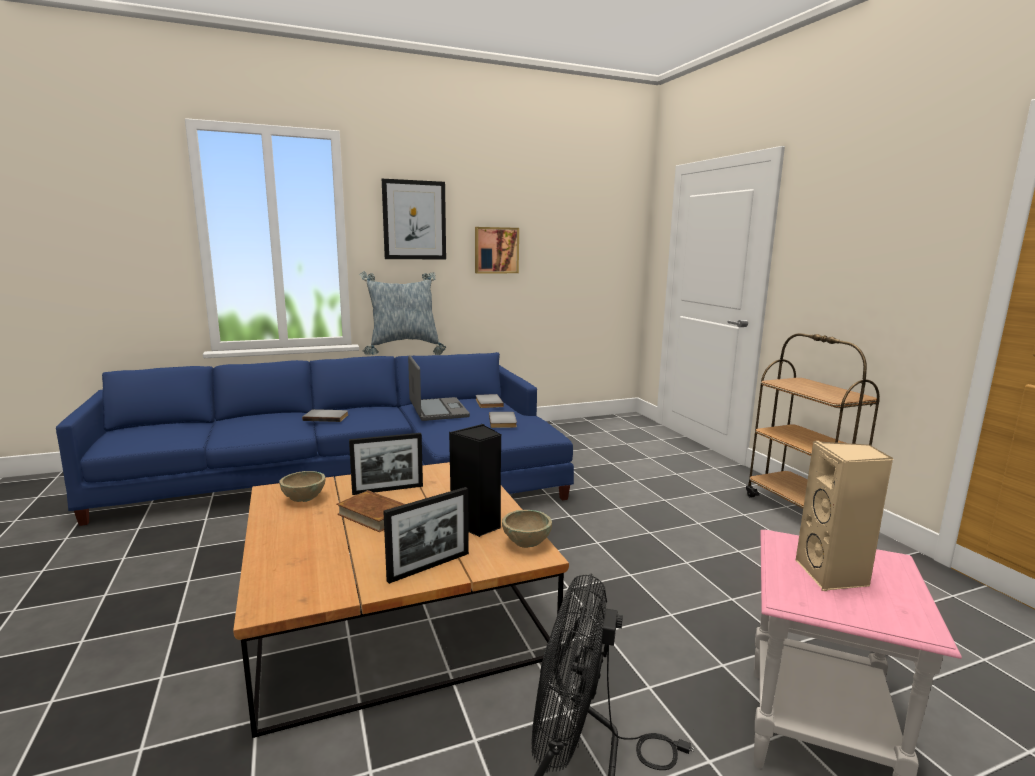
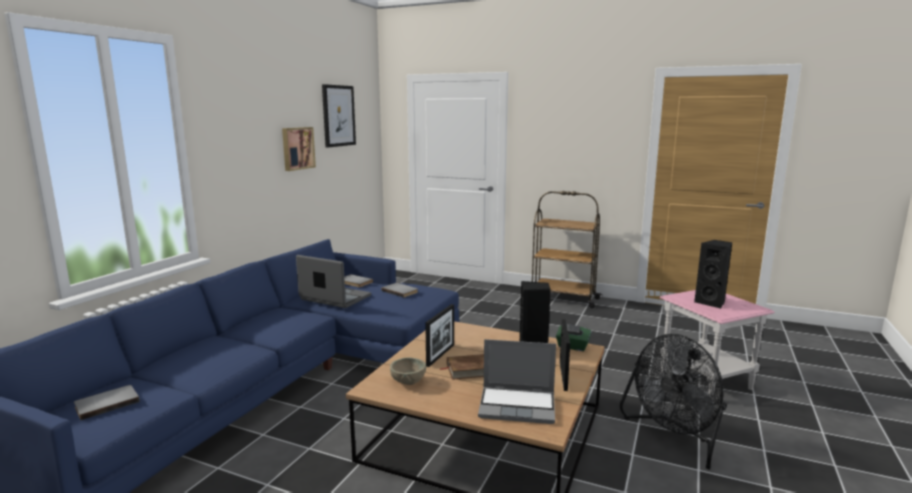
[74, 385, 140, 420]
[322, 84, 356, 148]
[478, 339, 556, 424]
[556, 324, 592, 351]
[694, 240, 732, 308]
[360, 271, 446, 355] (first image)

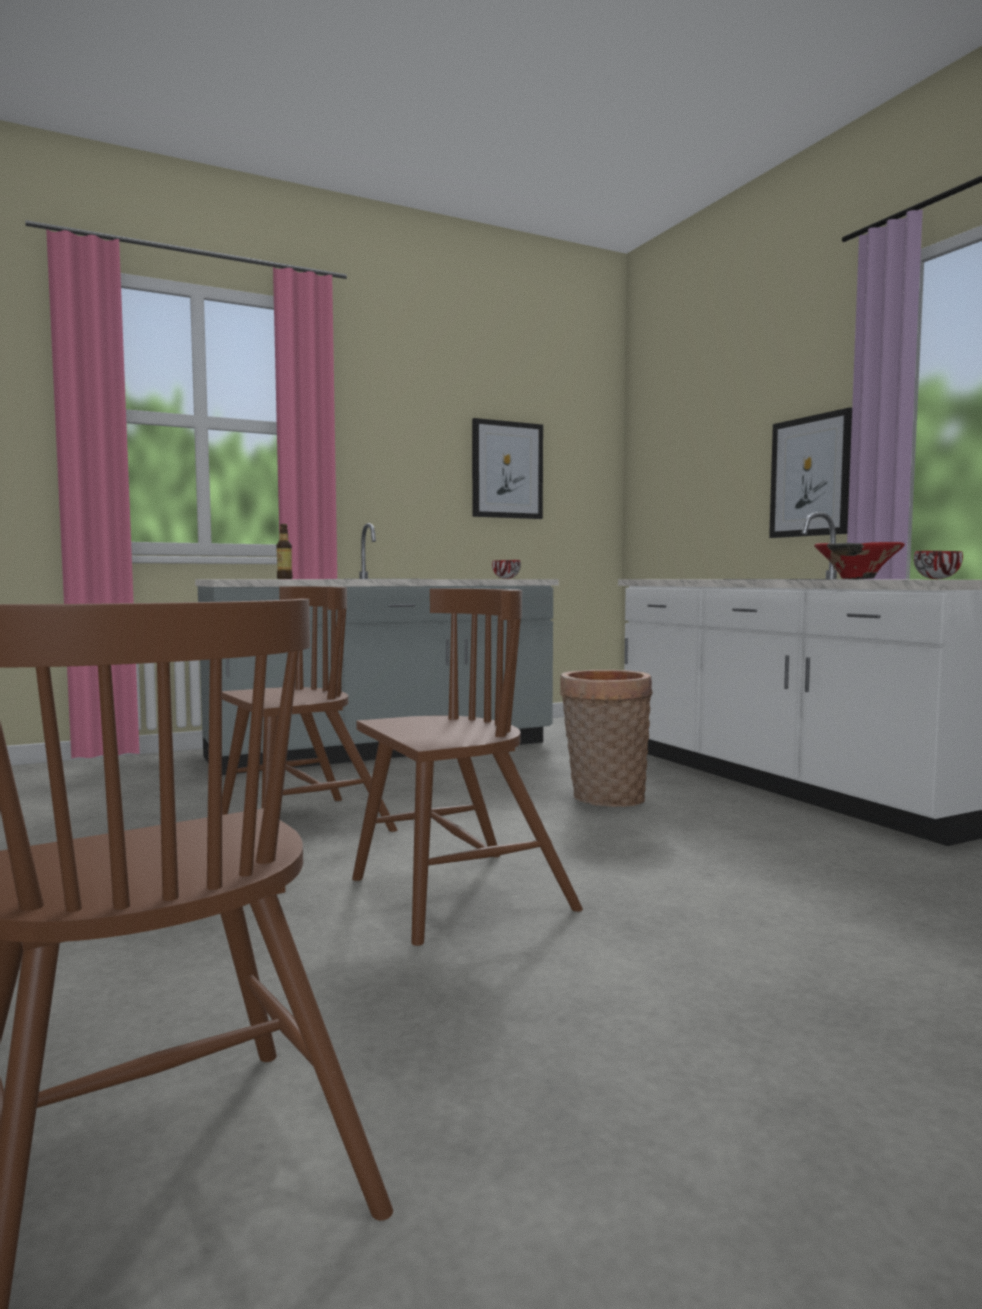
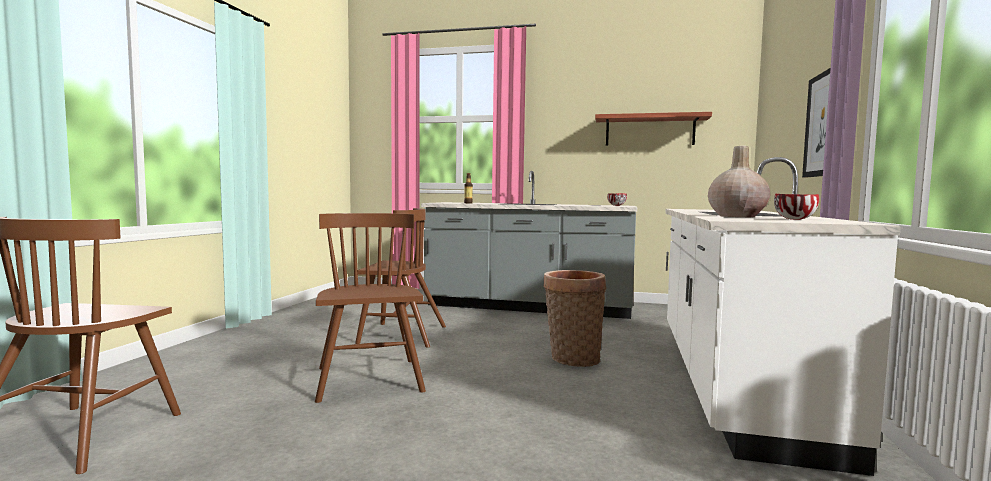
[315, 213, 426, 403]
[595, 112, 712, 146]
[708, 146, 770, 217]

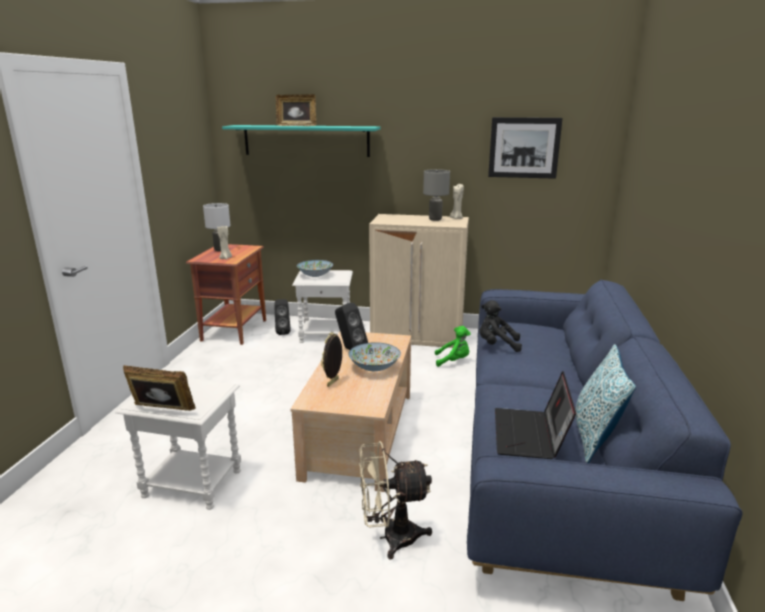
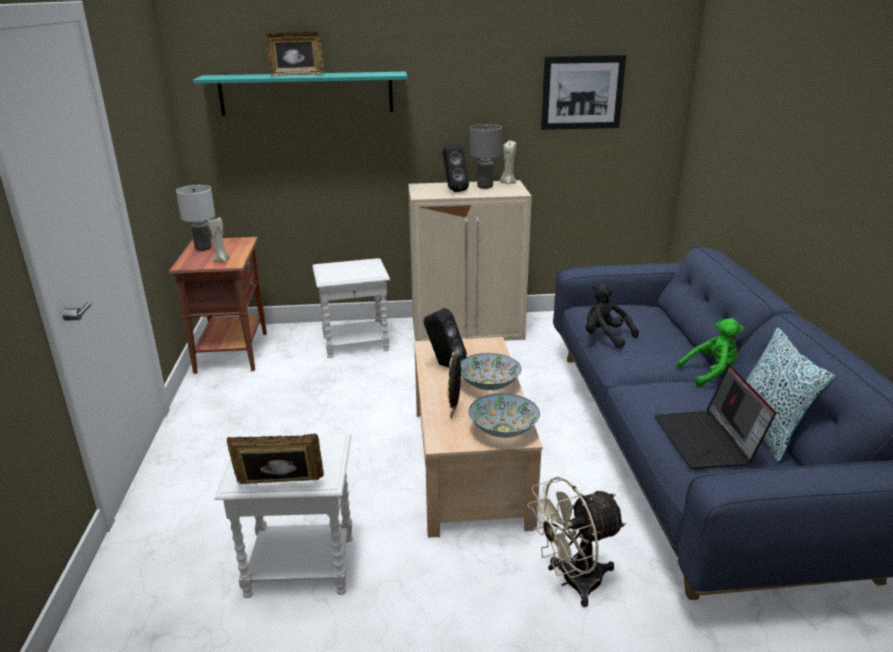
[443, 142, 469, 192]
[469, 394, 540, 438]
[585, 283, 639, 348]
[677, 318, 744, 387]

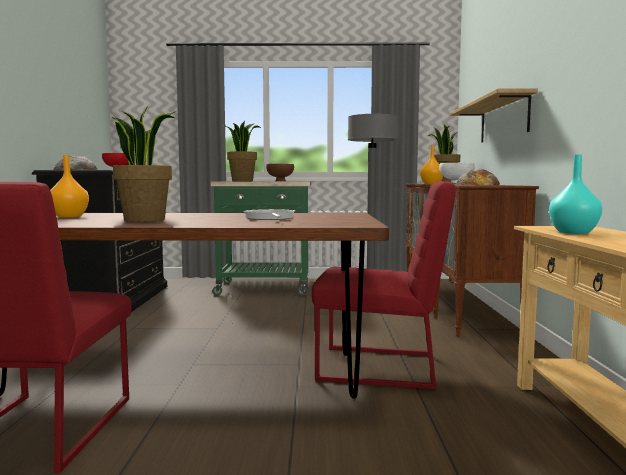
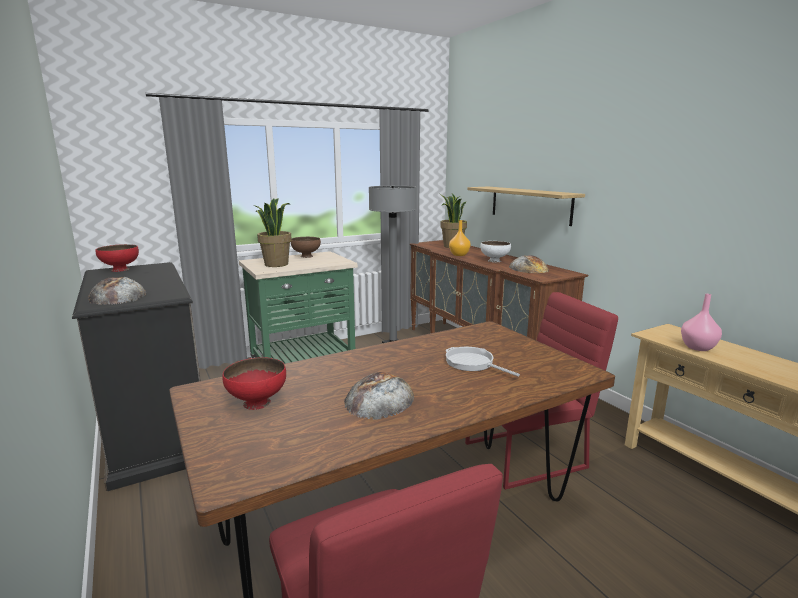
[222, 357, 286, 410]
[344, 372, 414, 420]
[681, 294, 722, 351]

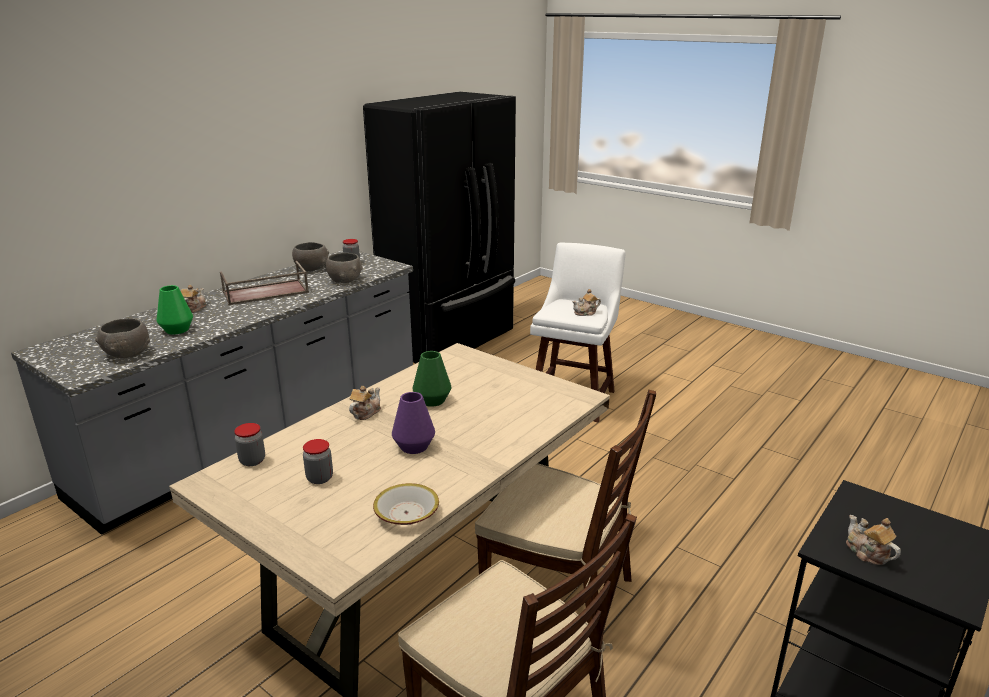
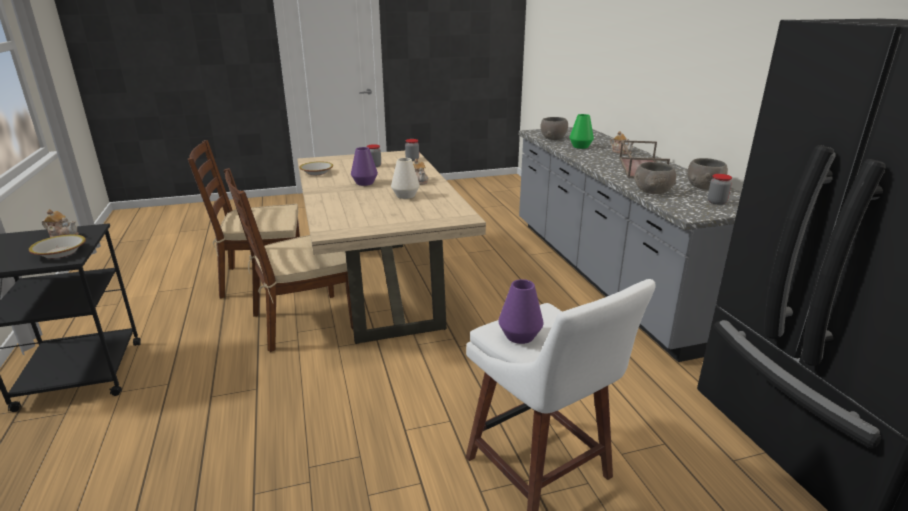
[29, 234, 86, 259]
[391, 158, 420, 199]
[498, 279, 543, 344]

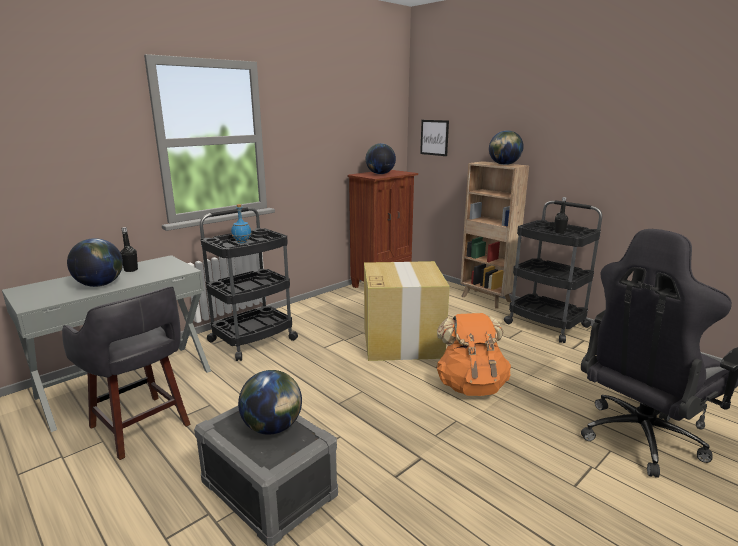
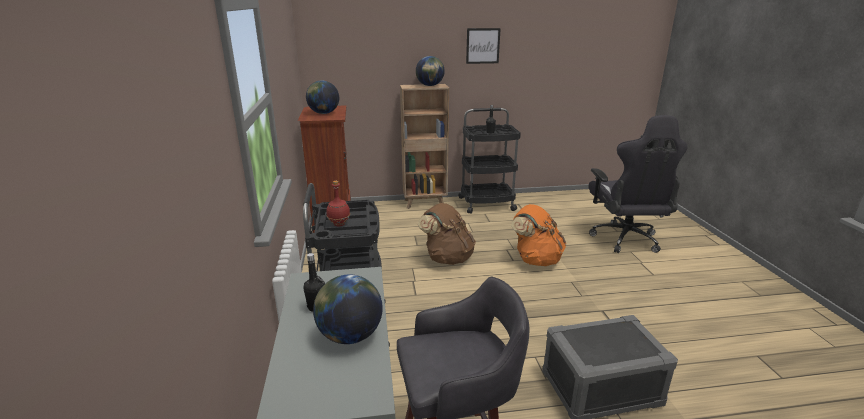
[326, 181, 350, 226]
[418, 203, 476, 265]
[466, 28, 501, 64]
[238, 370, 302, 435] (first image)

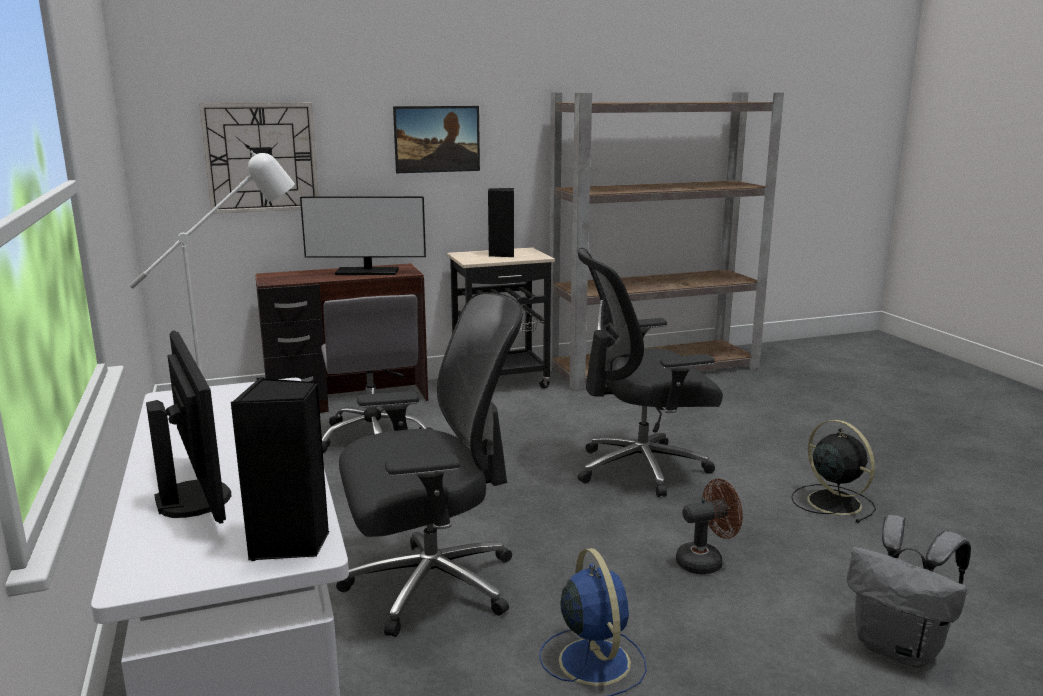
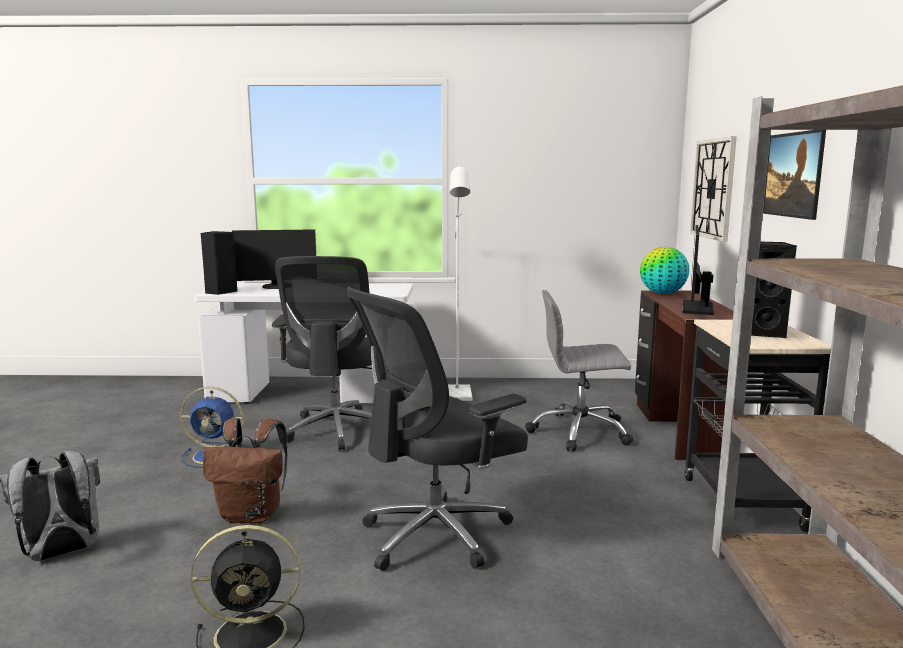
[203, 418, 287, 523]
[347, 286, 528, 571]
[640, 247, 689, 294]

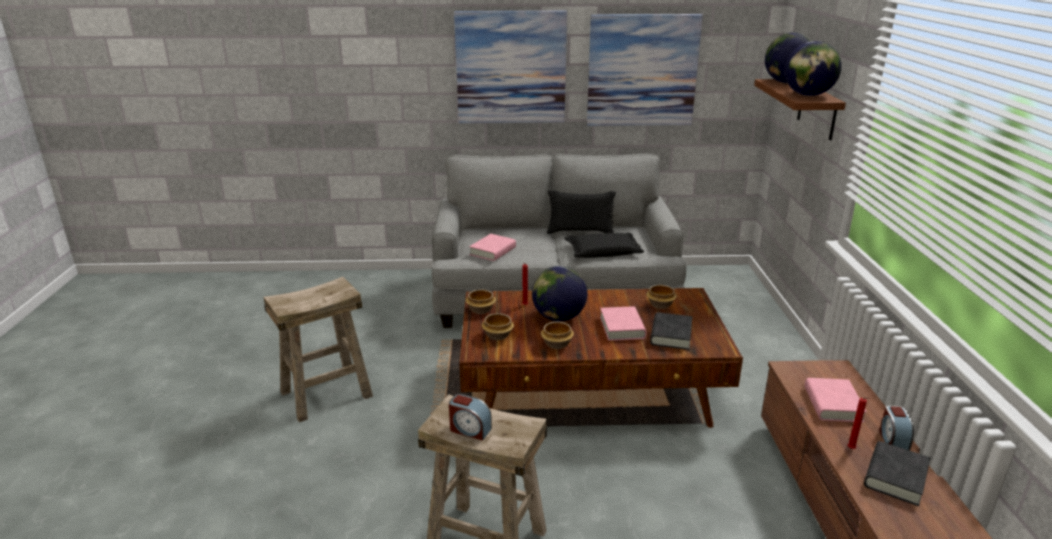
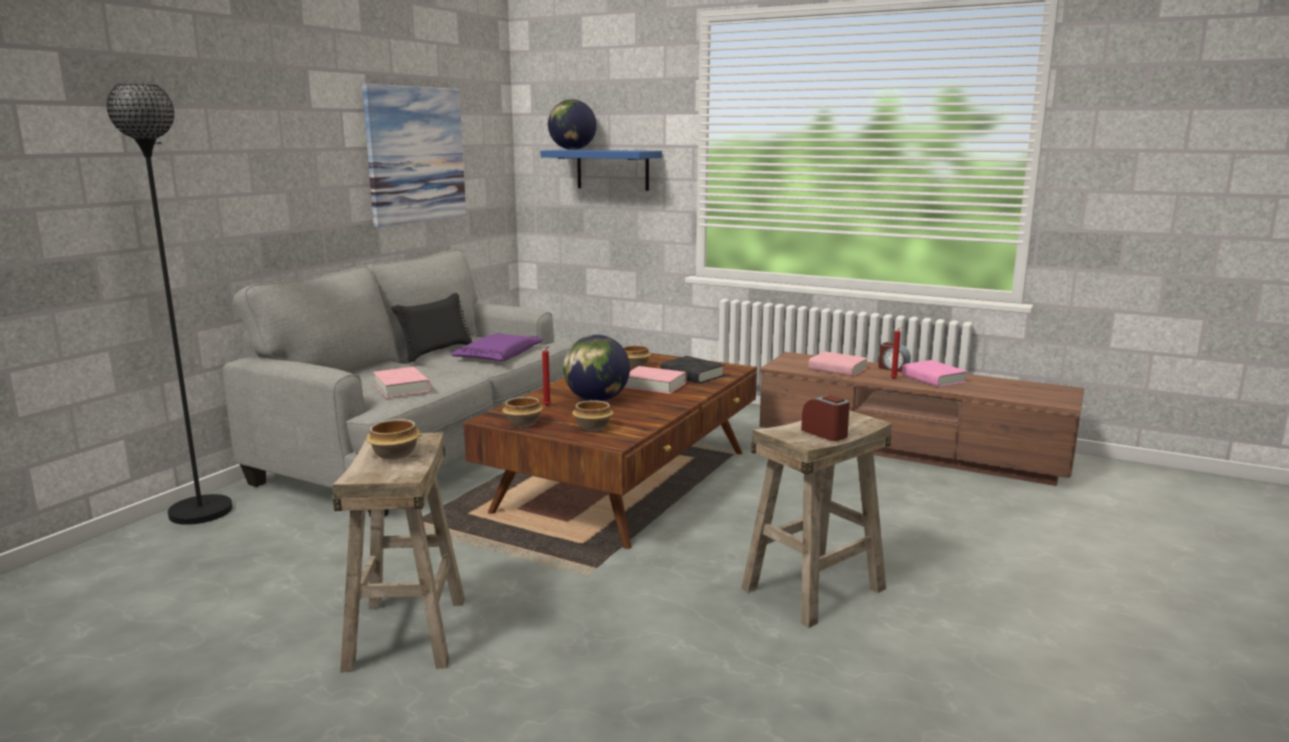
[107, 83, 232, 525]
[366, 419, 421, 460]
[451, 333, 543, 361]
[541, 150, 662, 191]
[801, 395, 850, 441]
[902, 360, 967, 387]
[454, 10, 567, 123] (first image)
[785, 41, 842, 96] (first image)

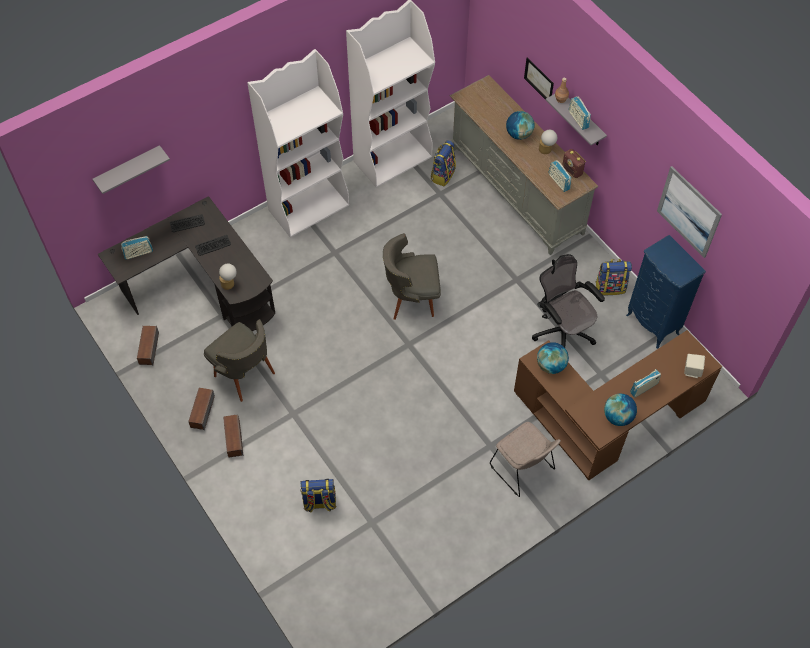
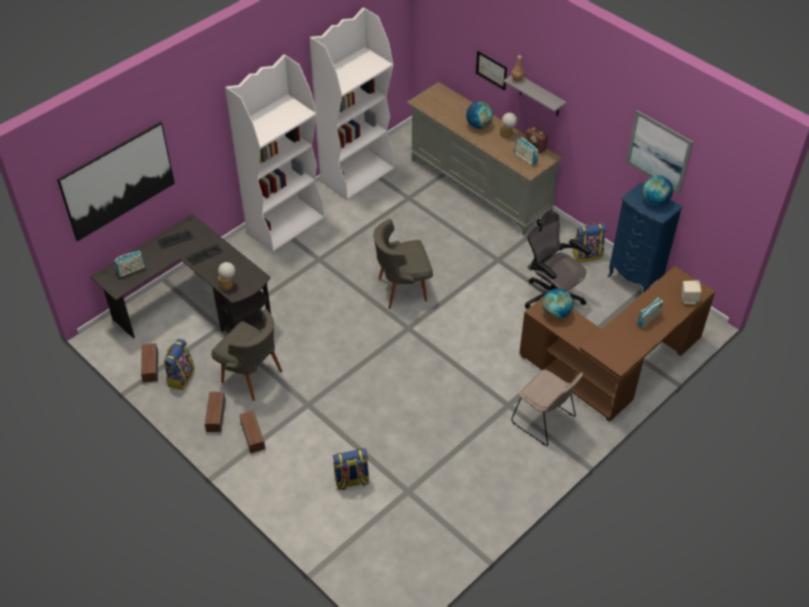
[57, 122, 175, 241]
[164, 339, 195, 390]
[643, 175, 673, 205]
[569, 96, 591, 130] (first image)

